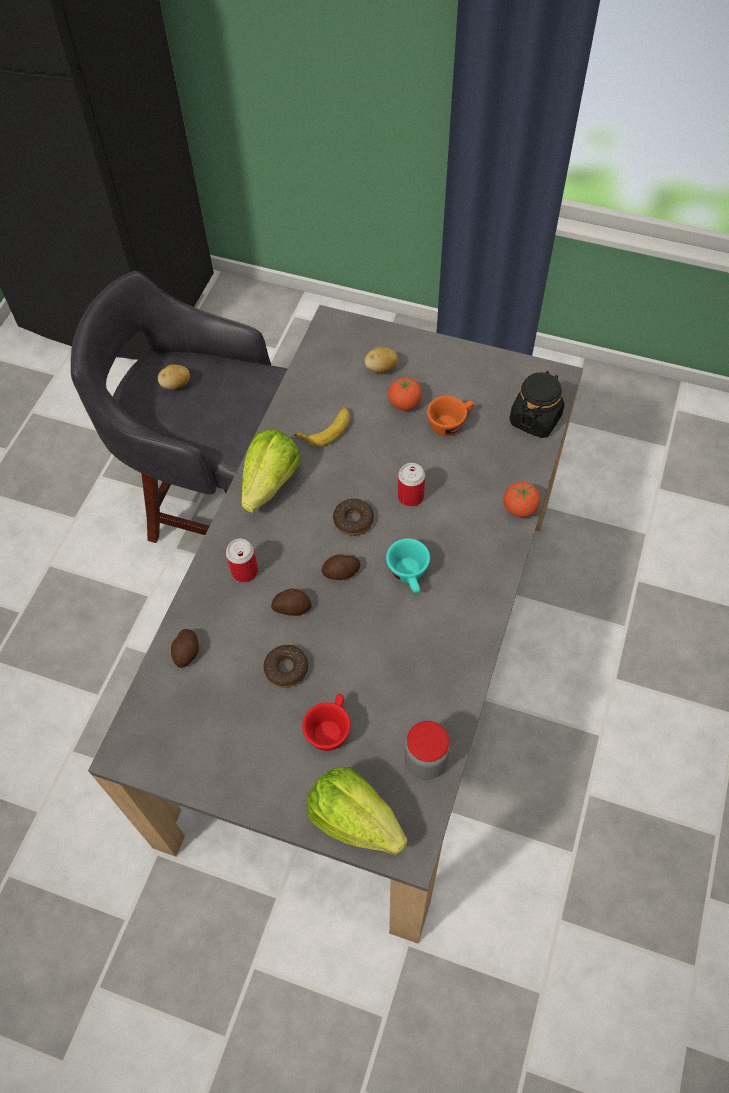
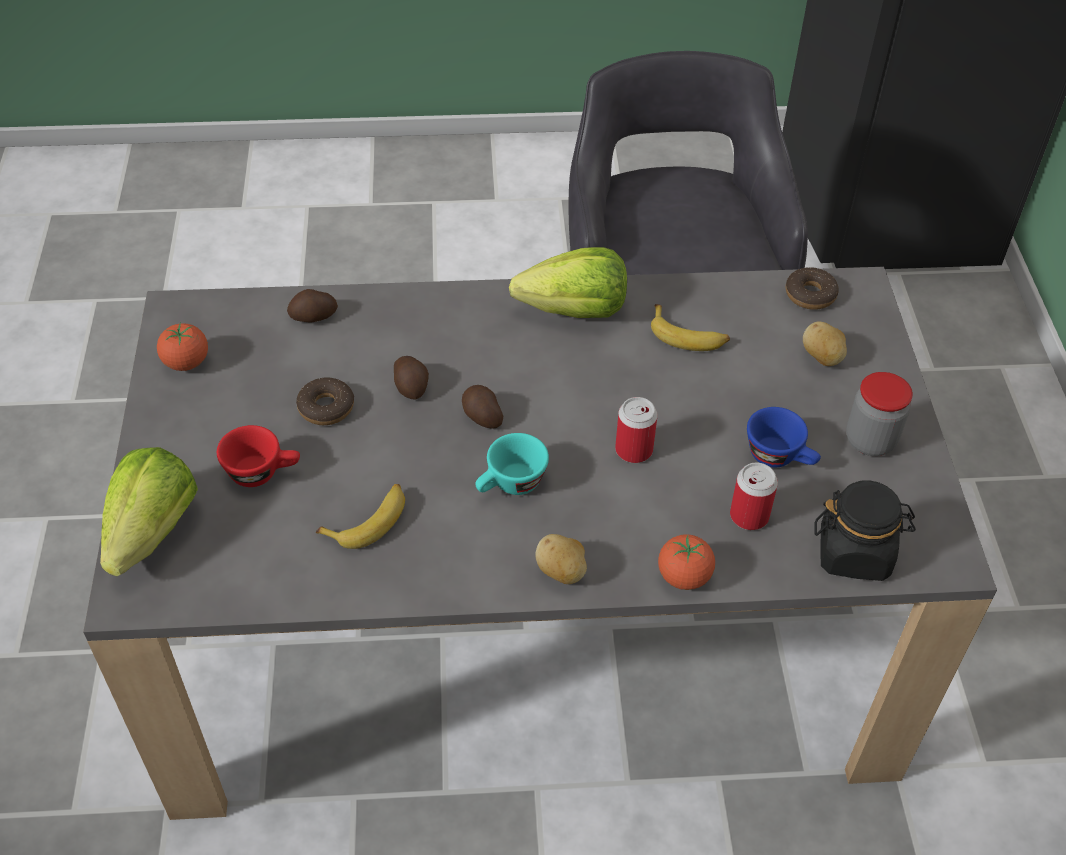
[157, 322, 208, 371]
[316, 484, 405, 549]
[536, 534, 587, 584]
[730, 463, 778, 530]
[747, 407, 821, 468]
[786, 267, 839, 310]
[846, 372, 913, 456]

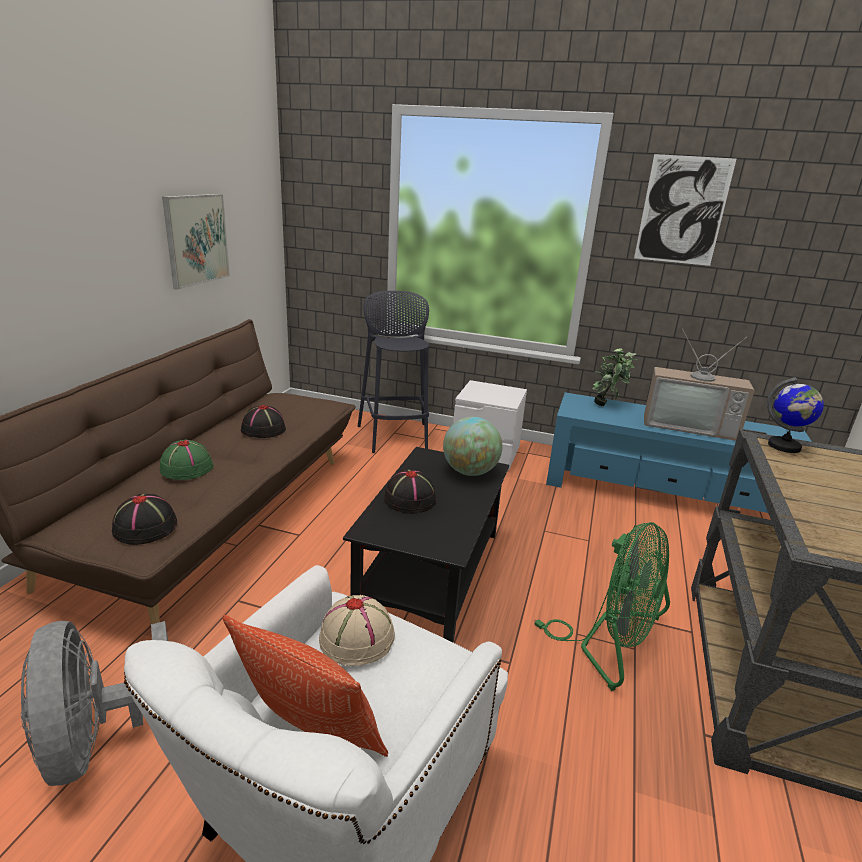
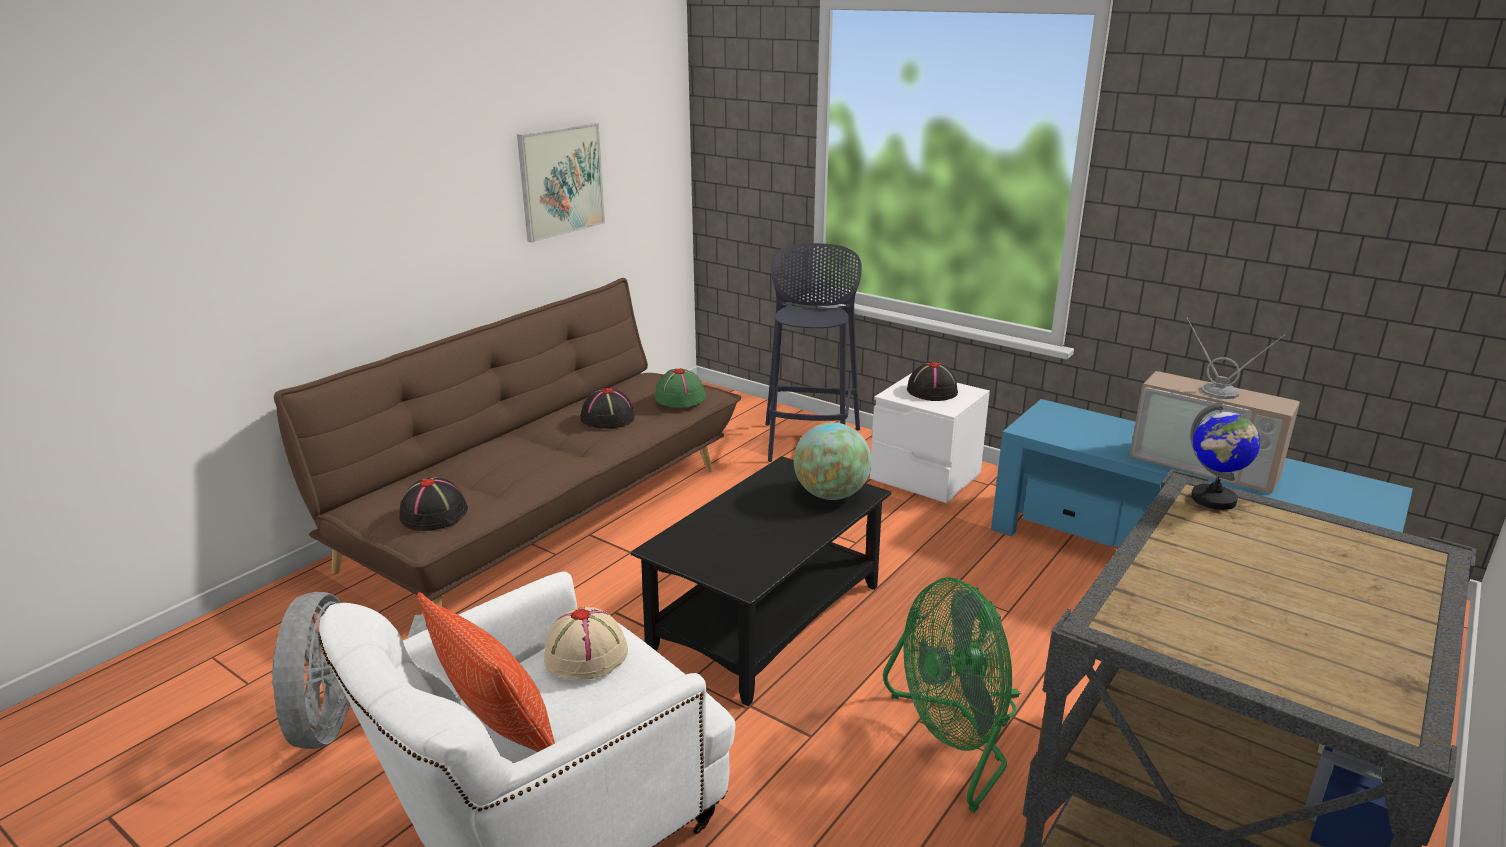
[655, 368, 706, 408]
[883, 577, 1022, 813]
[907, 362, 958, 401]
[592, 348, 639, 406] (first image)
[634, 154, 736, 266] (first image)

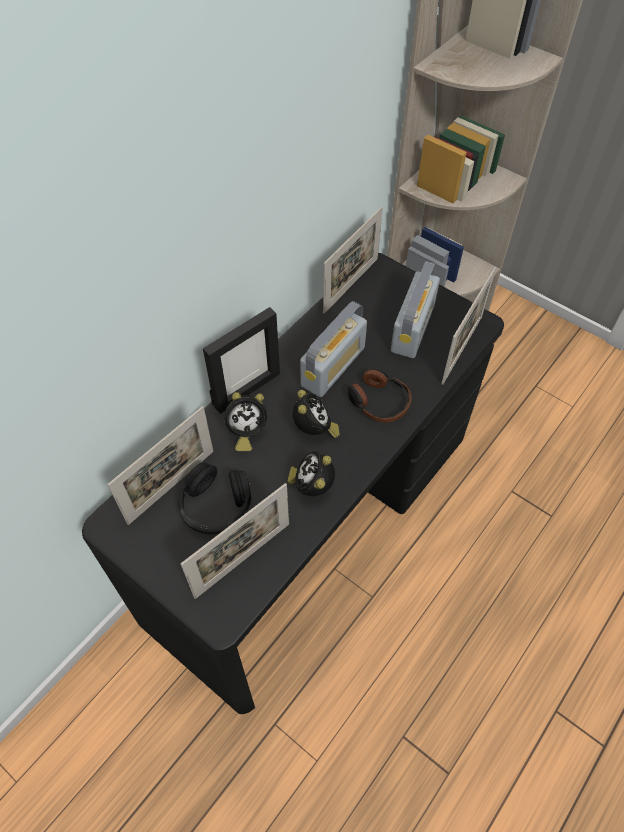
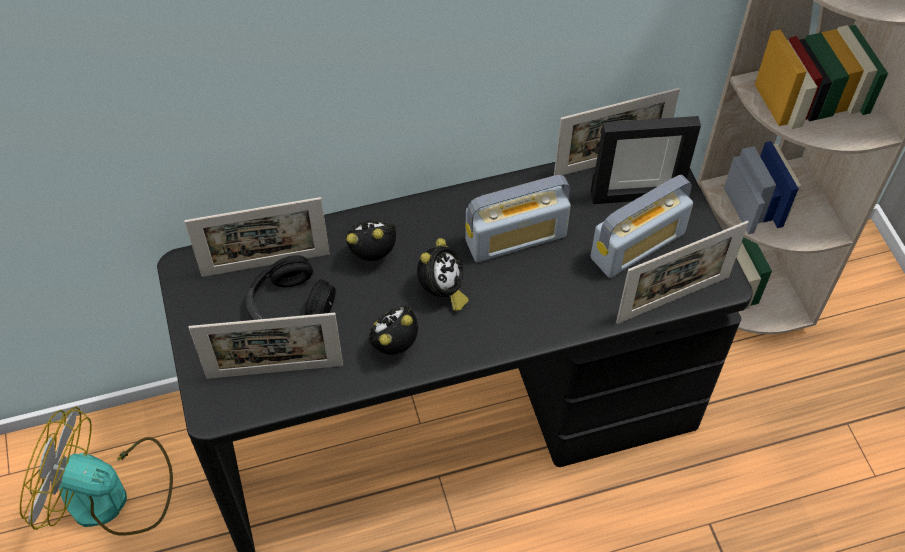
[20, 407, 173, 536]
[346, 220, 396, 261]
[590, 116, 701, 204]
[346, 368, 412, 422] (first image)

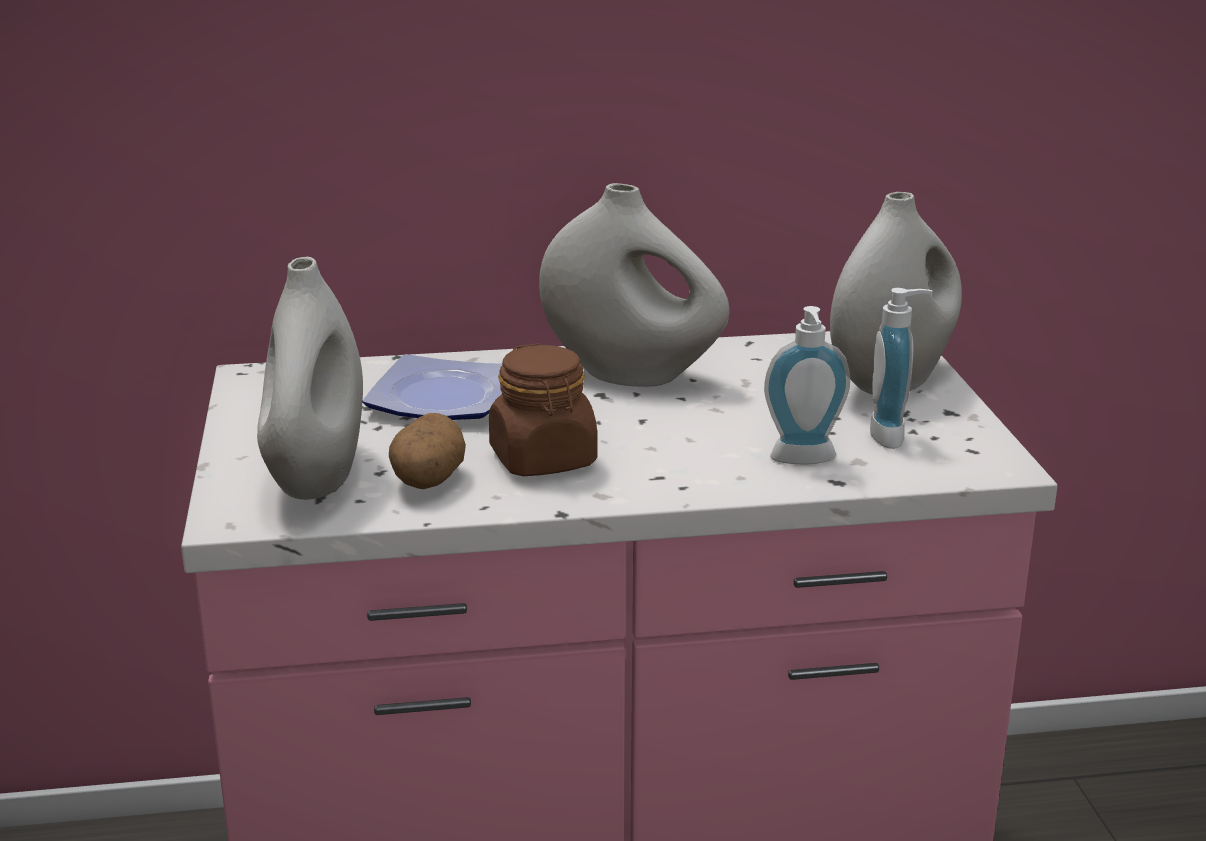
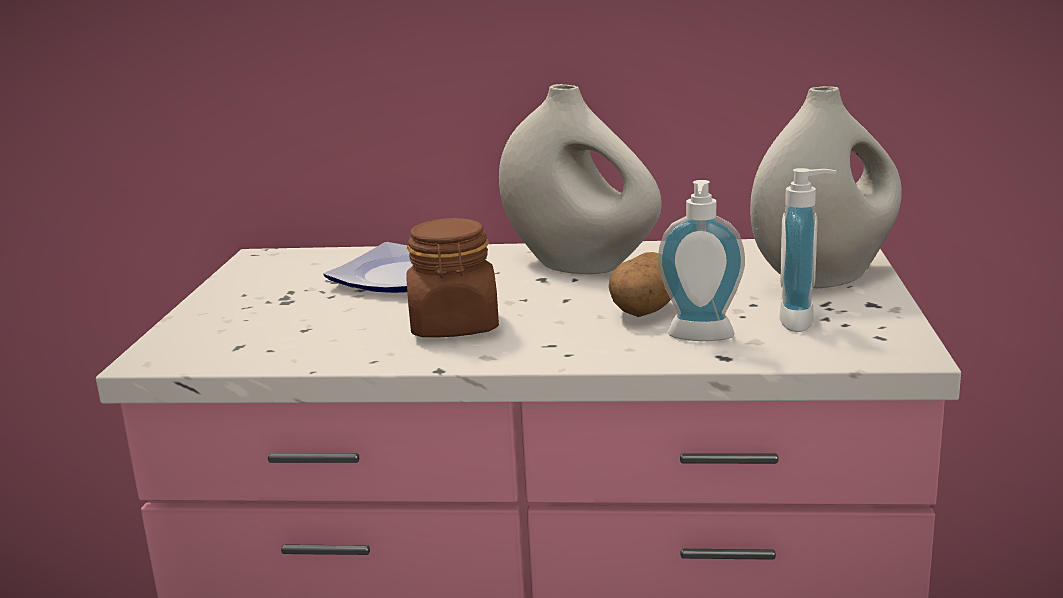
[609, 252, 671, 317]
[257, 257, 363, 500] (first image)

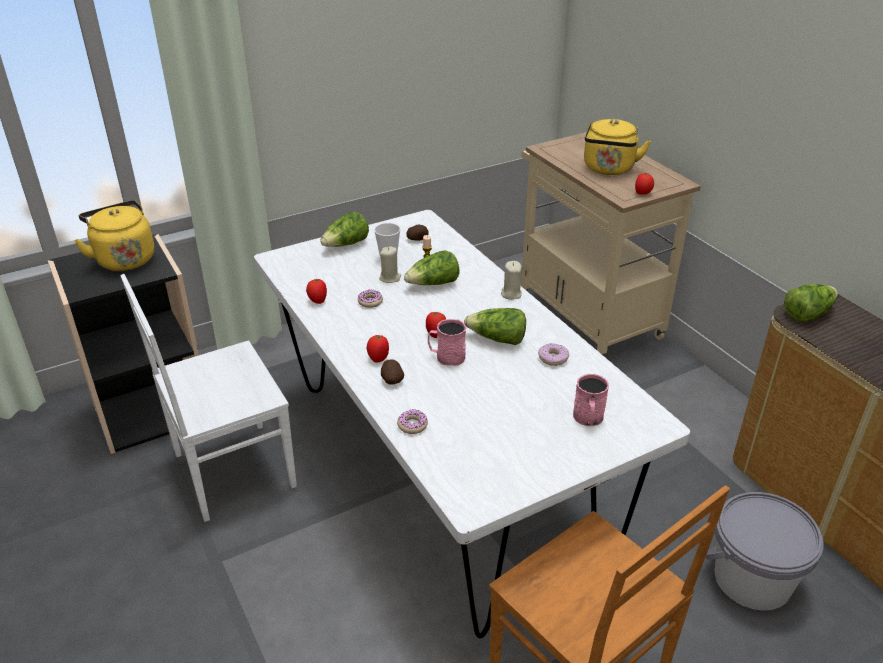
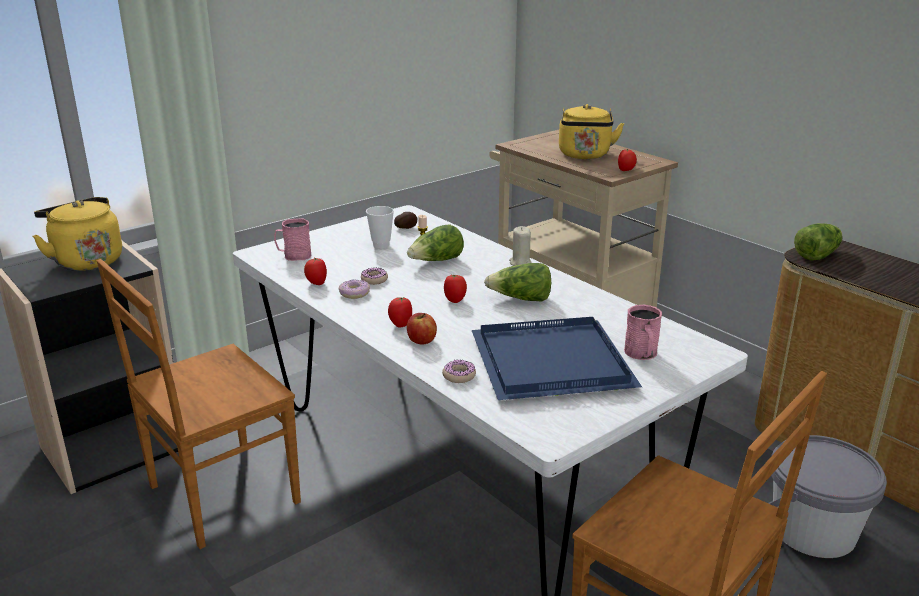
[97, 259, 301, 549]
[274, 218, 311, 261]
[339, 279, 370, 299]
[407, 313, 437, 345]
[472, 317, 642, 400]
[320, 212, 369, 247] (first image)
[379, 246, 401, 283] (first image)

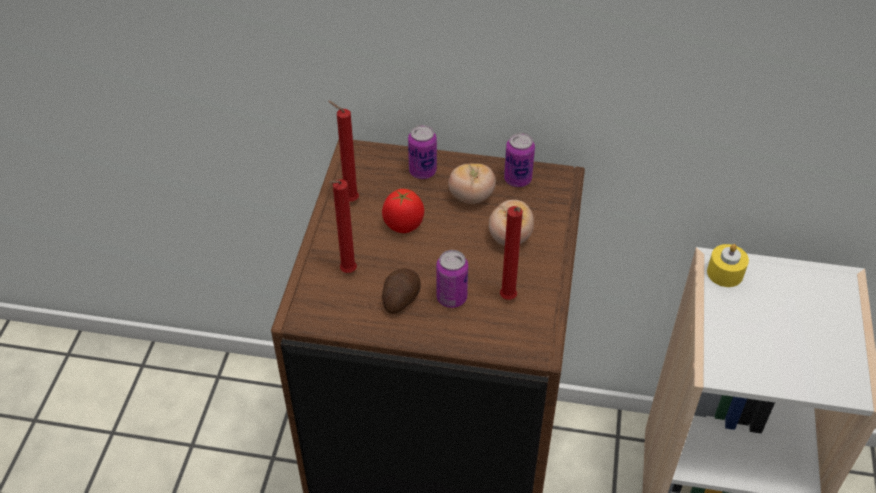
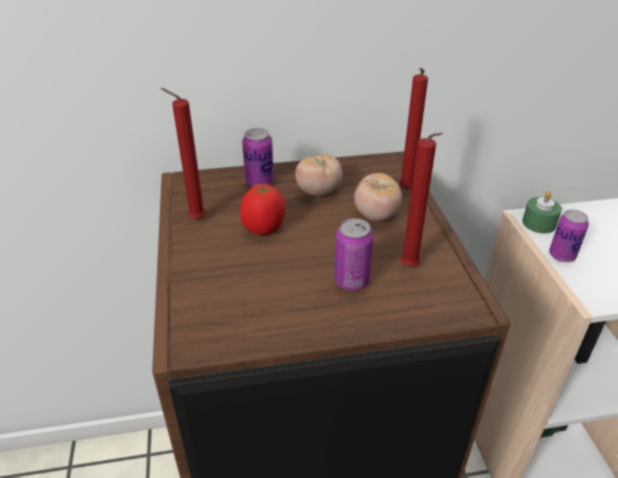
[399, 68, 428, 190]
[522, 191, 562, 233]
[549, 210, 589, 262]
[382, 268, 420, 314] (first image)

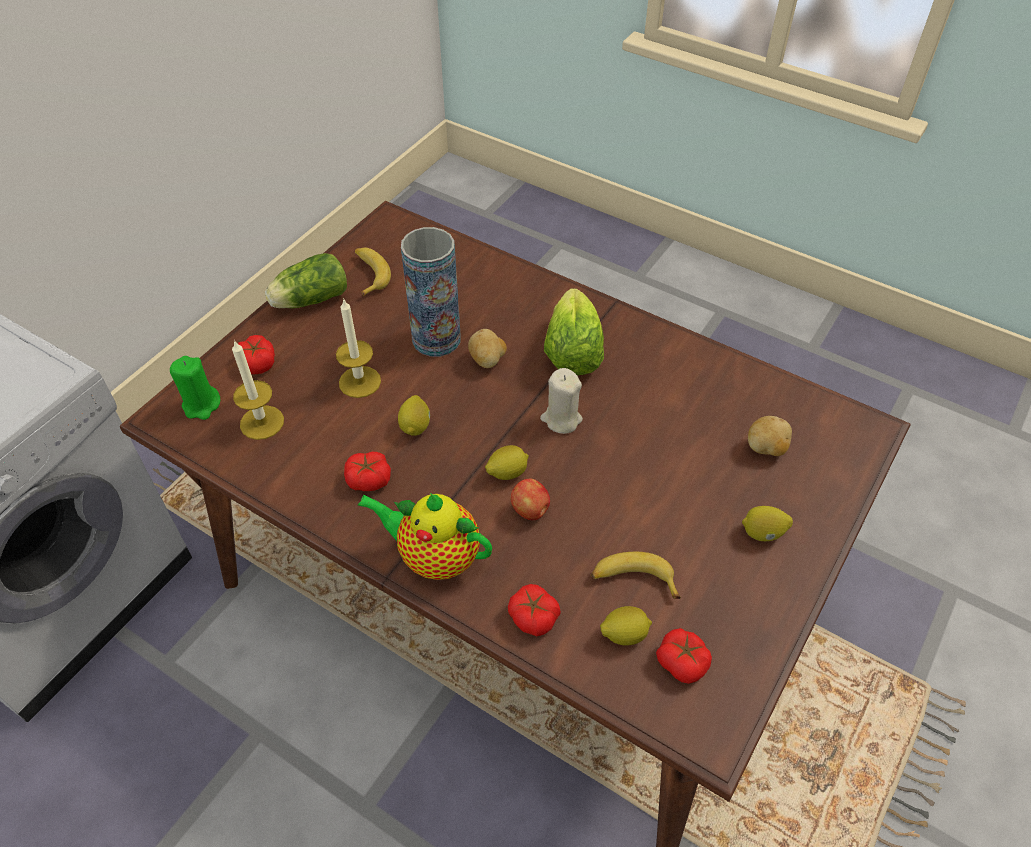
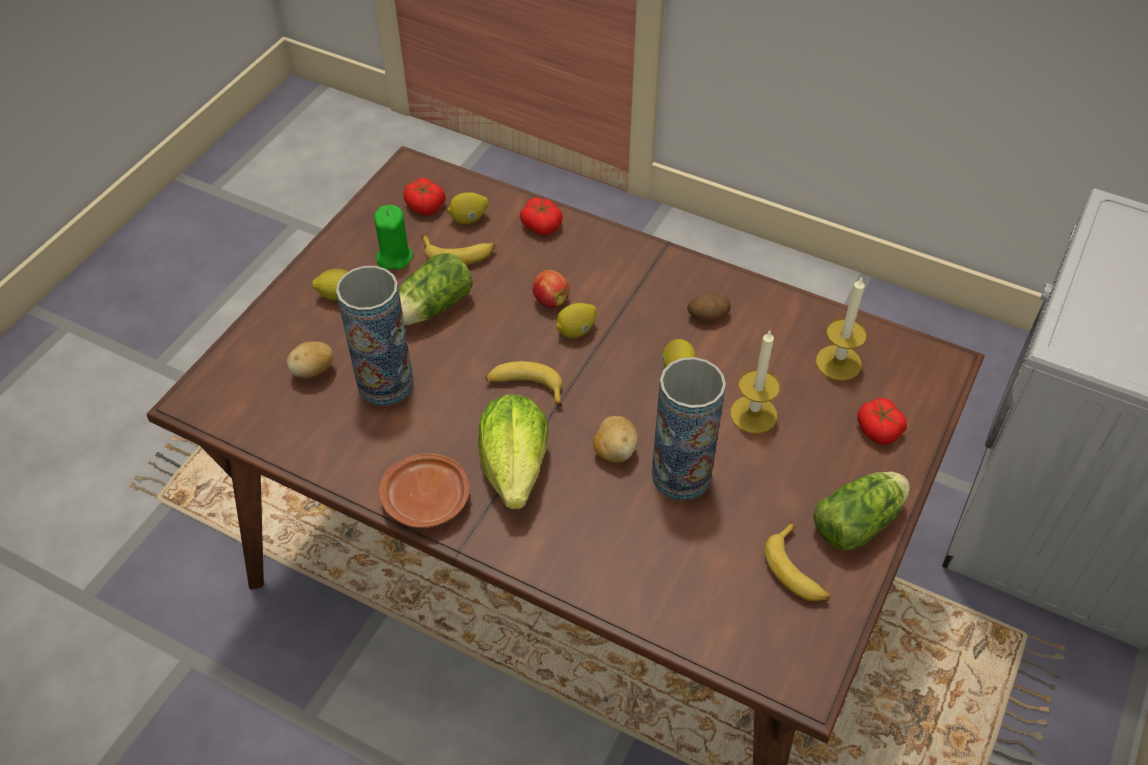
[336, 266, 413, 406]
[374, 205, 413, 270]
[379, 453, 470, 528]
[398, 253, 473, 325]
[485, 361, 563, 406]
[687, 293, 731, 322]
[358, 493, 492, 580] (first image)

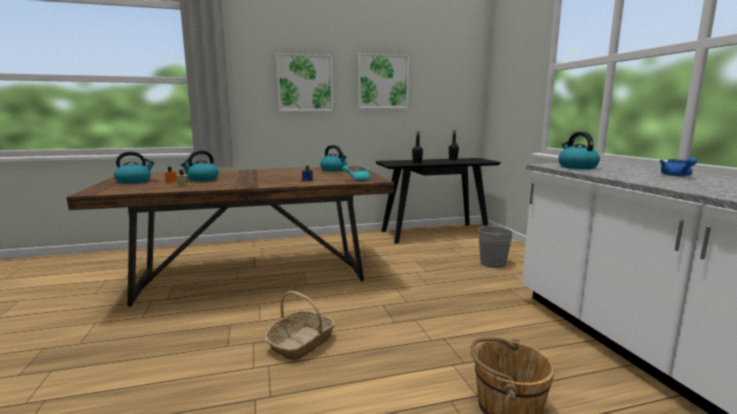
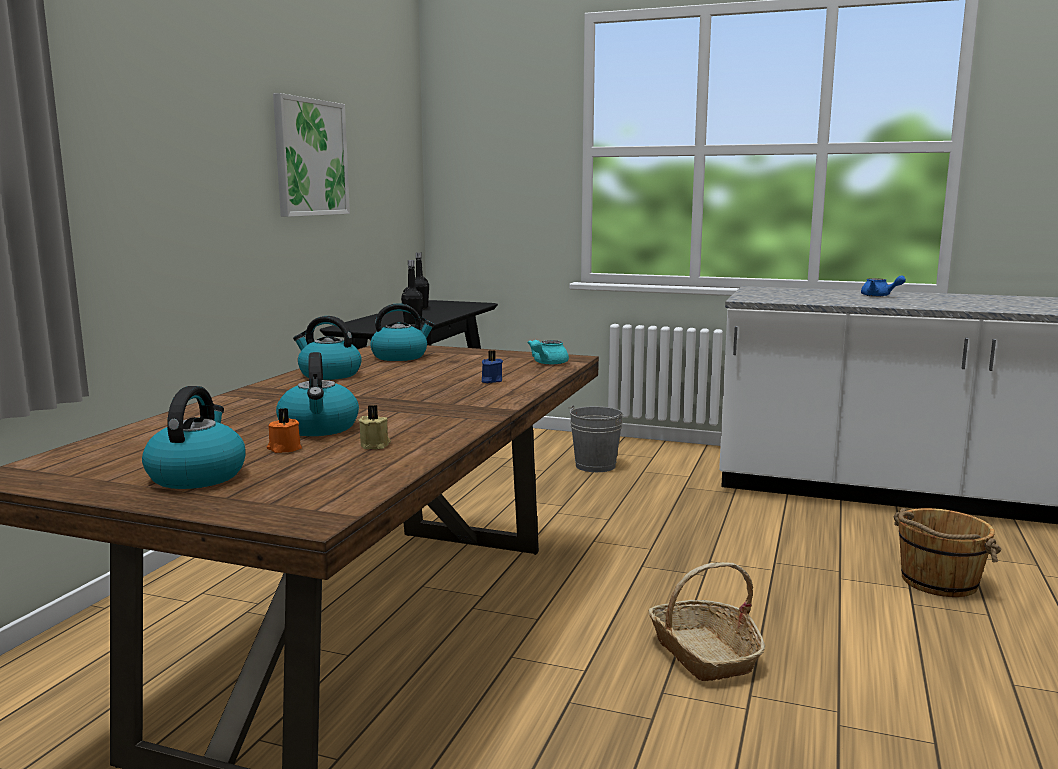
[293, 316, 362, 380]
[276, 53, 333, 111] (first image)

